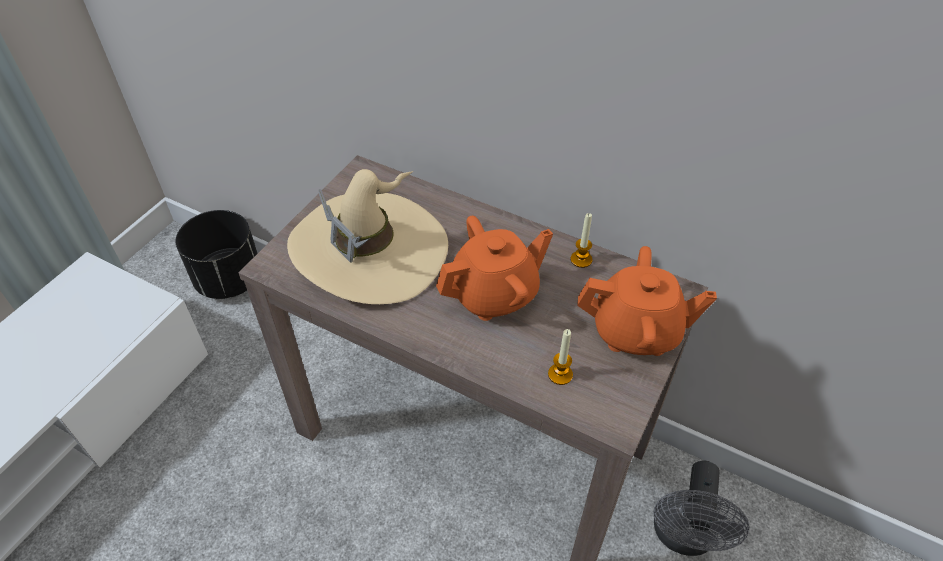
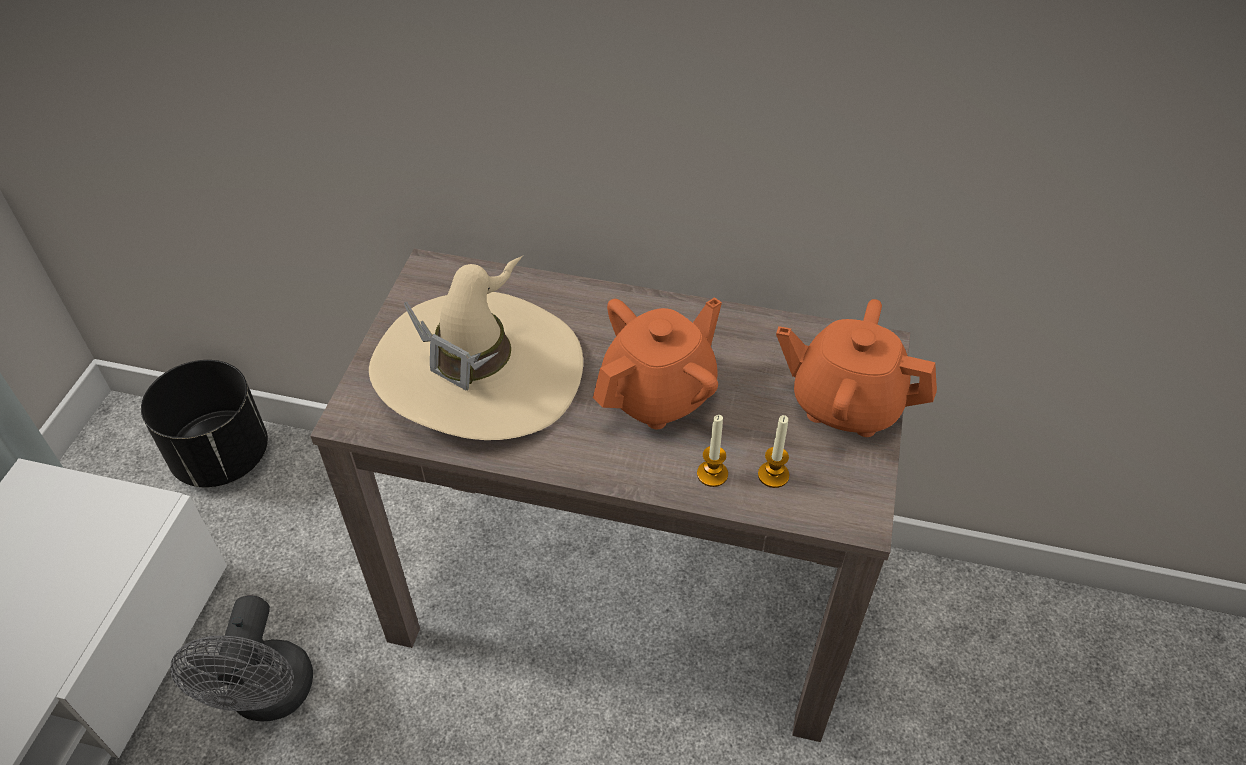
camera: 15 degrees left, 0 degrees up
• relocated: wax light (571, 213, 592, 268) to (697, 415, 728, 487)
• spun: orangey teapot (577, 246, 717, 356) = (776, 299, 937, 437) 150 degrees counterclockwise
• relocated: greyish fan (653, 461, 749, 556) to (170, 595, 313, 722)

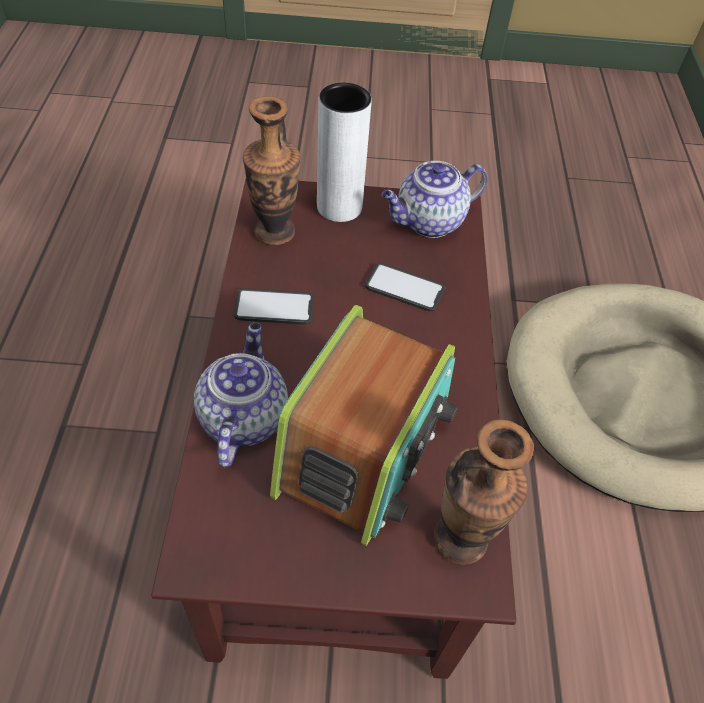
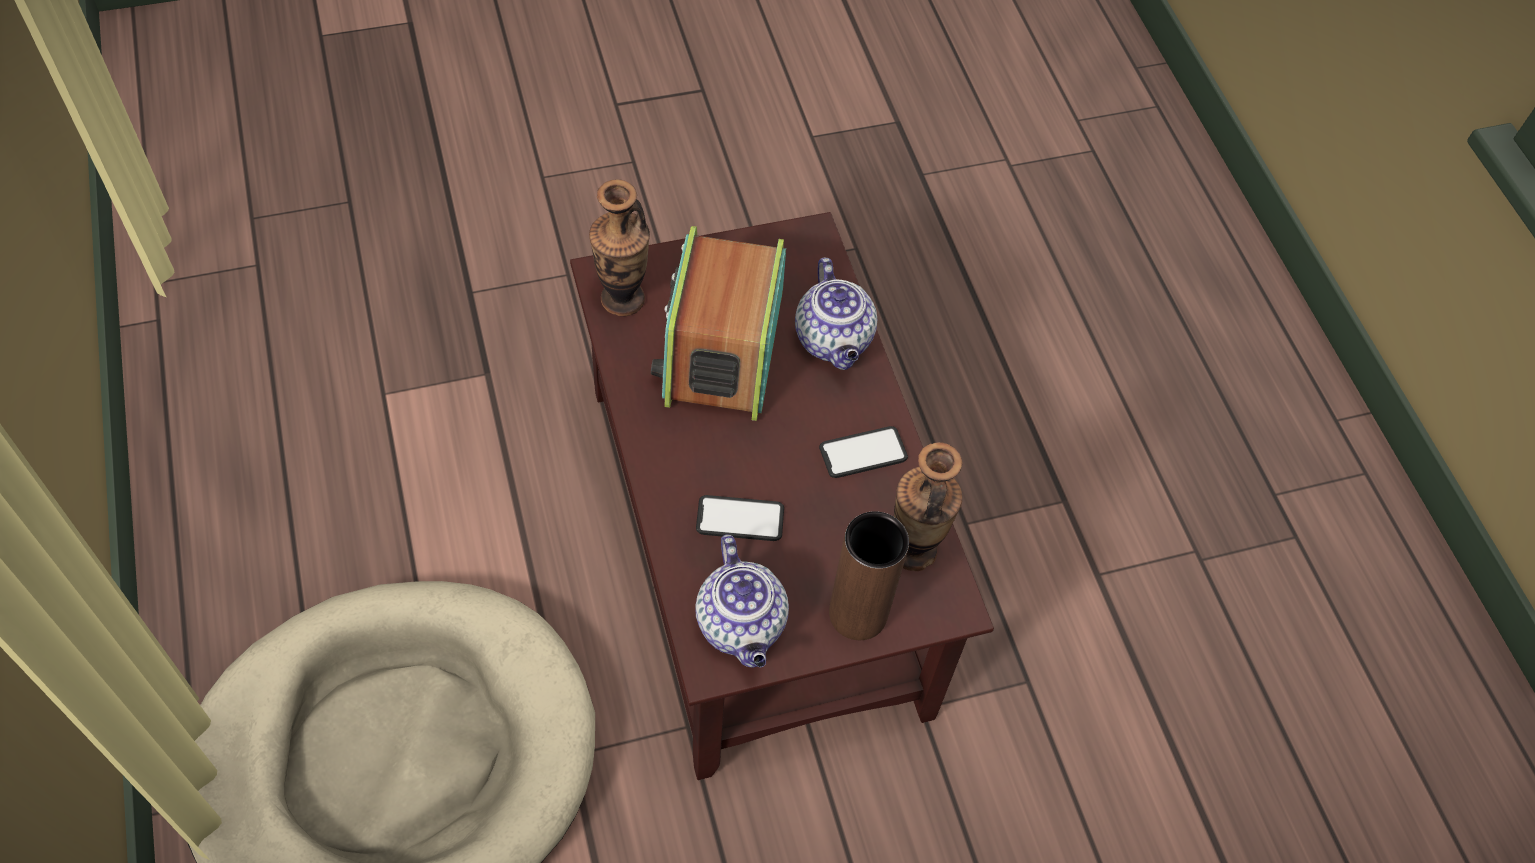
camera: 160 degrees right, 5 degrees up
• colour: white-coloured flower vase (317, 83, 372, 222) to brown flower vase (829, 511, 909, 640)
• spun: teapot (382, 161, 488, 238) = (695, 534, 789, 667) 120 degrees clockwise

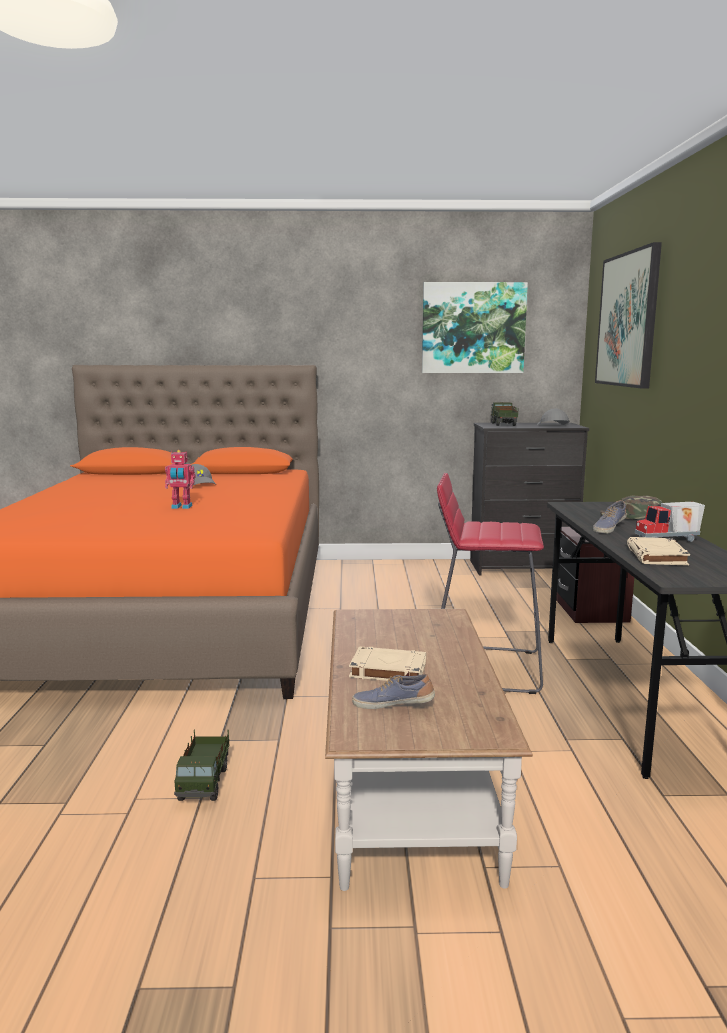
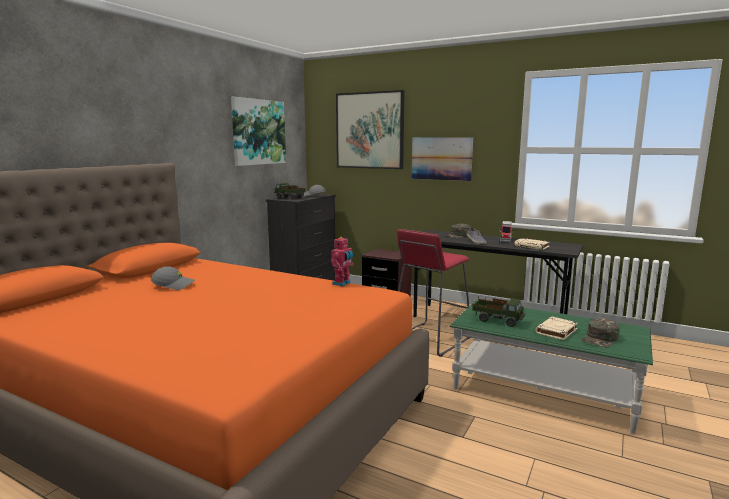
camera: 60 degrees left, 0 degrees up
• relocated: robot figure (165, 450, 195, 509) to (331, 236, 354, 286)
• colour: brown lounge table (325, 609, 533, 891) to greenish lounge table (450, 300, 653, 434)
• exchanged: item of footwear (352, 674, 435, 709) to greenish baseball cap (582, 318, 620, 347)
• relocated: toy lorry (174, 730, 230, 801) to (472, 298, 525, 327)
• appeared: wall picture (412, 137, 473, 181)

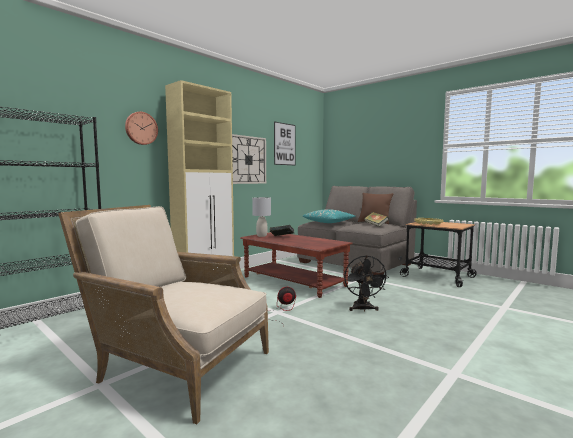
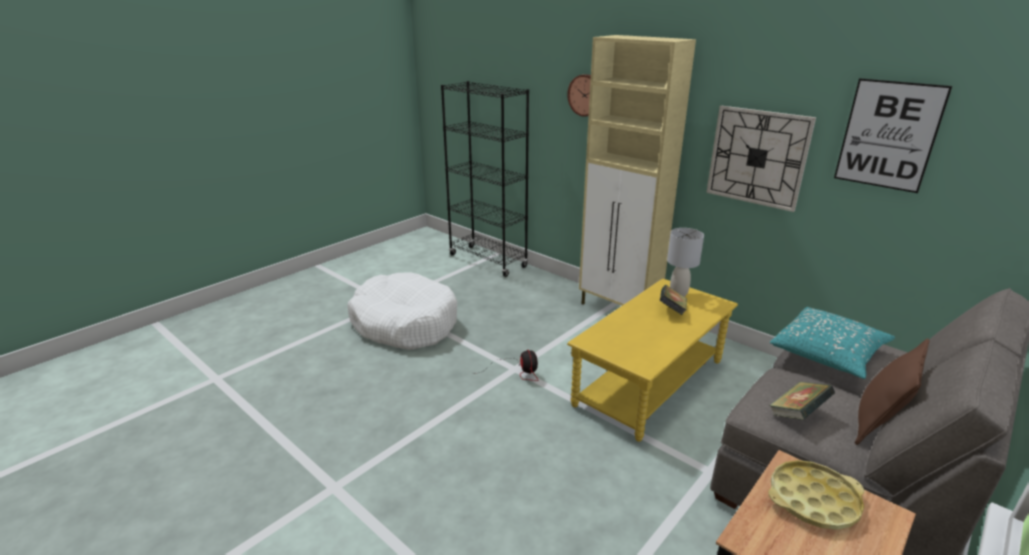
camera: 90 degrees right, 20 degrees up
• exchanged: beige-coloured armchair (58, 205, 269, 424) to white-coloured pet bed (347, 272, 457, 350)
• colour: brown lounge table (240, 232, 352, 298) to yellowish lounge table (567, 279, 738, 442)
• missing: blackish fan (344, 255, 389, 311)

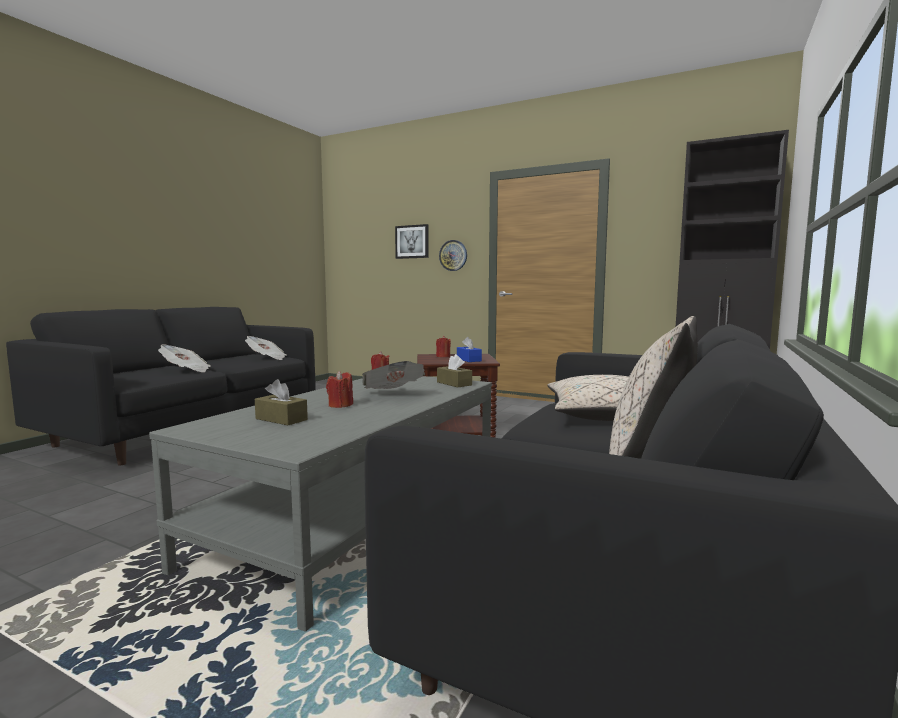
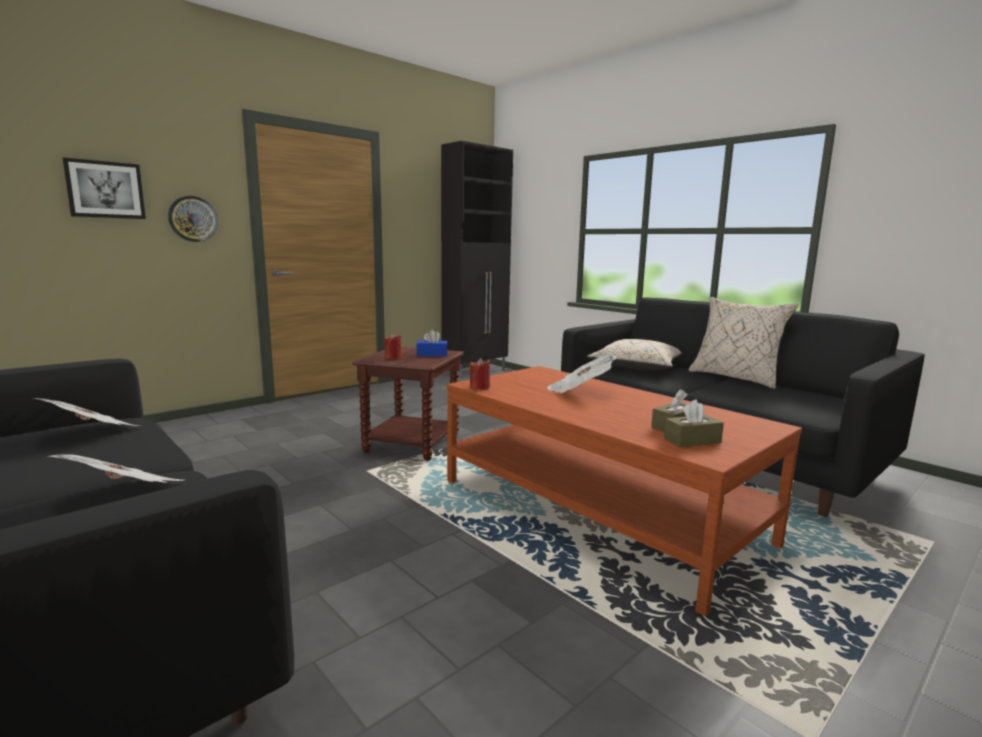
camera: 70 degrees left, 5 degrees up
• relocated: brown tissue holder (437, 354, 472, 388) to (664, 400, 724, 447)
• missing: red-coloured wax light (326, 371, 353, 408)
• colour: greyish lounge table (149, 376, 492, 632) to brown lounge table (447, 366, 802, 616)

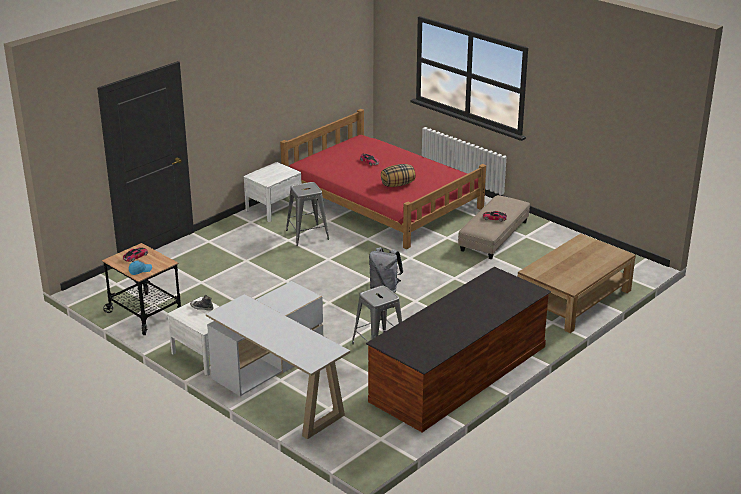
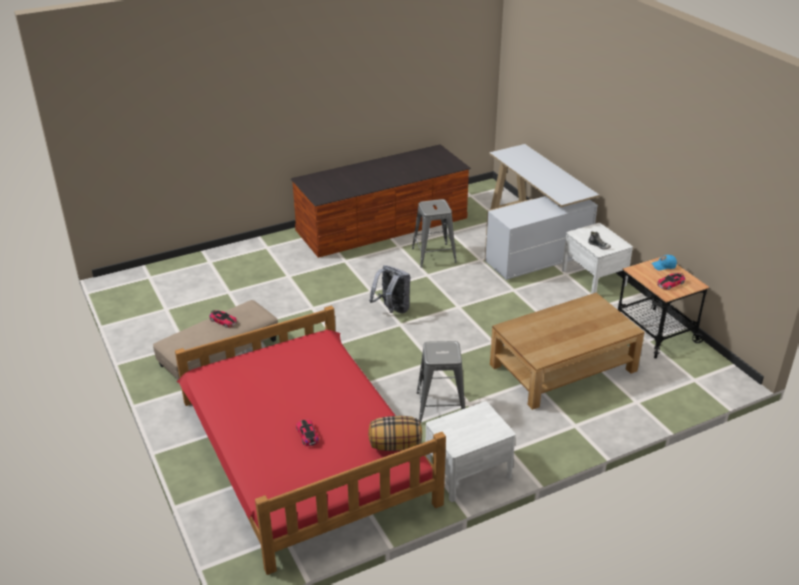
camera: 160 degrees left, 5 degrees up
• relocated: cushion (381, 164, 416, 187) to (368, 416, 422, 451)
• relocated: brown lounge table (518, 234, 636, 333) to (490, 293, 645, 410)

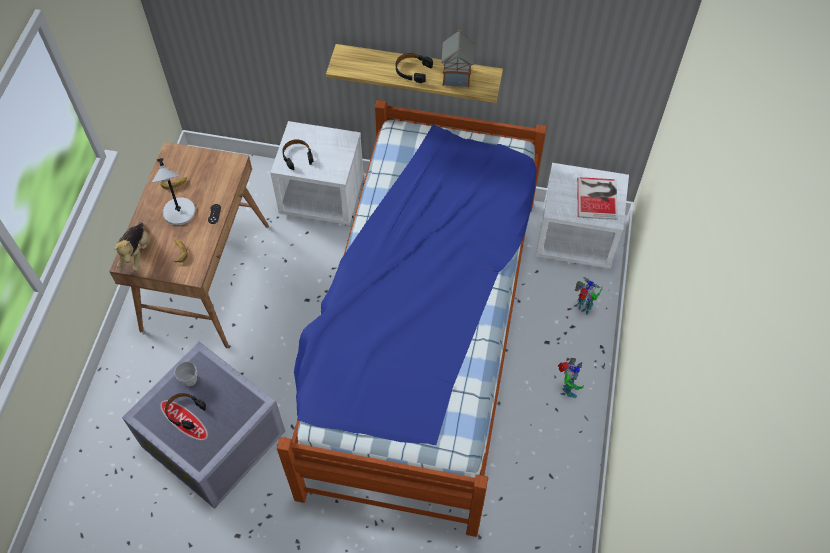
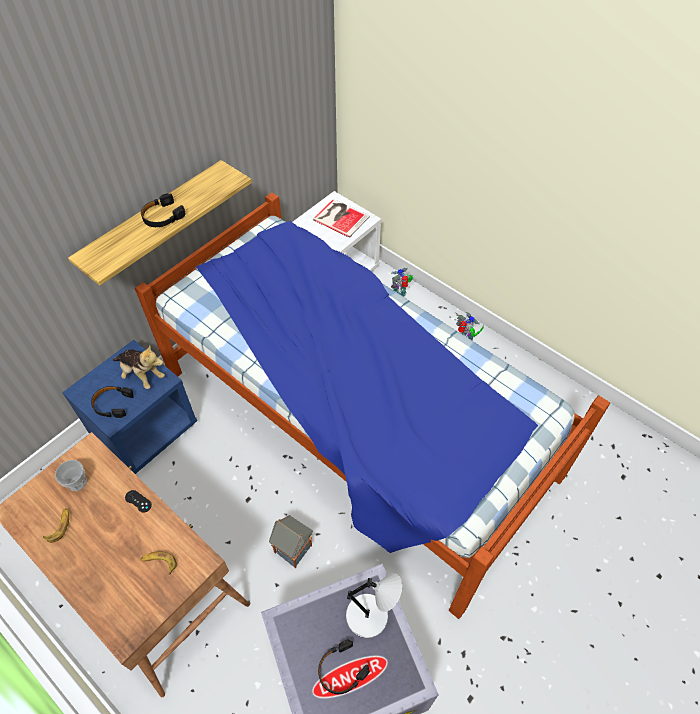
camera: 60 degrees left, 5 degrees down
• relocated: toy house (441, 30, 475, 87) to (269, 515, 313, 568)
• colour: white-coloured night table (270, 121, 364, 225) to blue-coloured night table (62, 340, 197, 474)
• relocated: greyish tabletop lamp (152, 158, 196, 225) to (346, 573, 402, 638)
• relocated: soft toy (114, 222, 148, 271) to (113, 345, 165, 389)
• relocated: drinking cup (174, 361, 197, 387) to (55, 460, 87, 491)

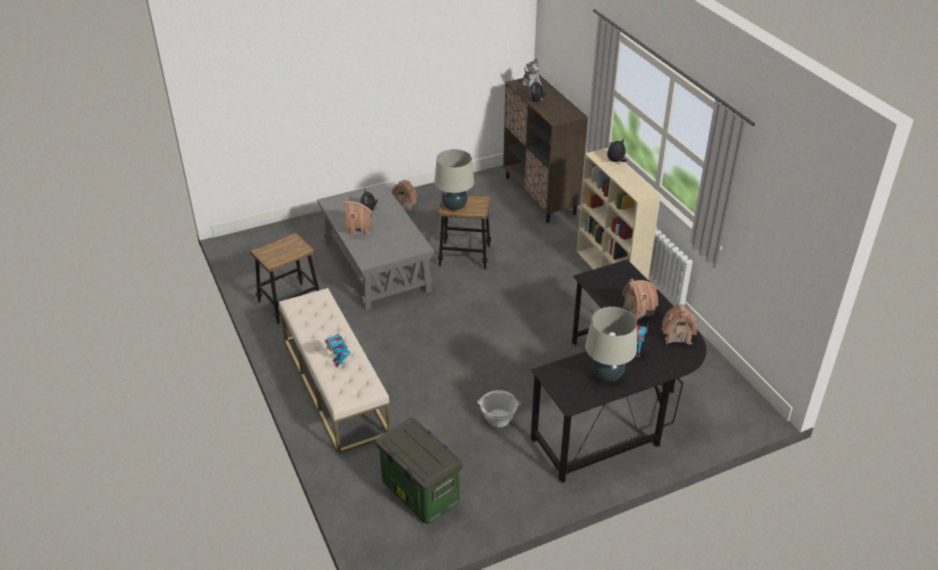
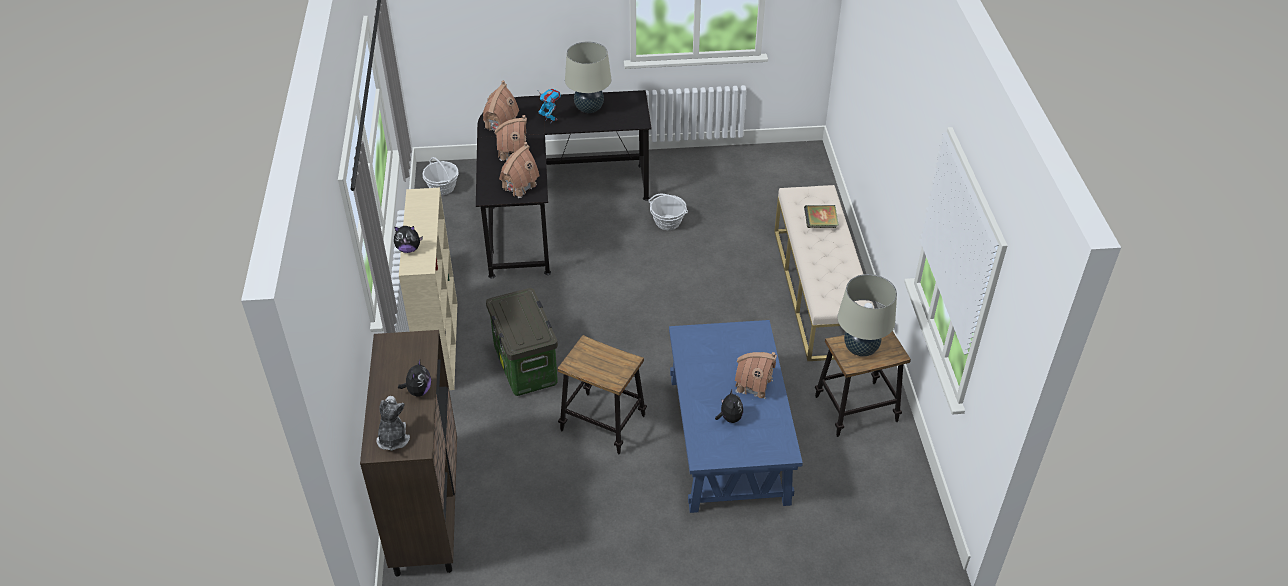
camera: 160 degrees left, 5 degrees up
• relocated: beige-coloured tabletop lamp (434, 149, 474, 210) to (838, 274, 897, 356)
• relocated: toy house (392, 180, 417, 211) to (499, 142, 539, 198)
• colour: greyish lounge table (317, 183, 434, 311) to blue-coloured lounge table (669, 320, 803, 513)
• exchanged: robot figure (324, 328, 351, 367) to volume (804, 205, 839, 228)
• relocated: storage container (376, 418, 462, 524) to (486, 288, 558, 396)
• appeared: basket (423, 157, 459, 195)

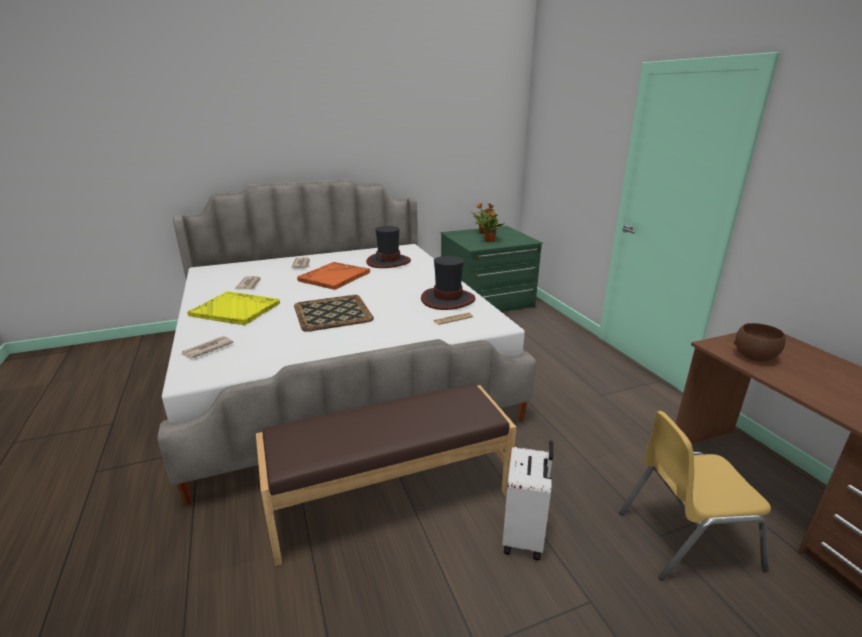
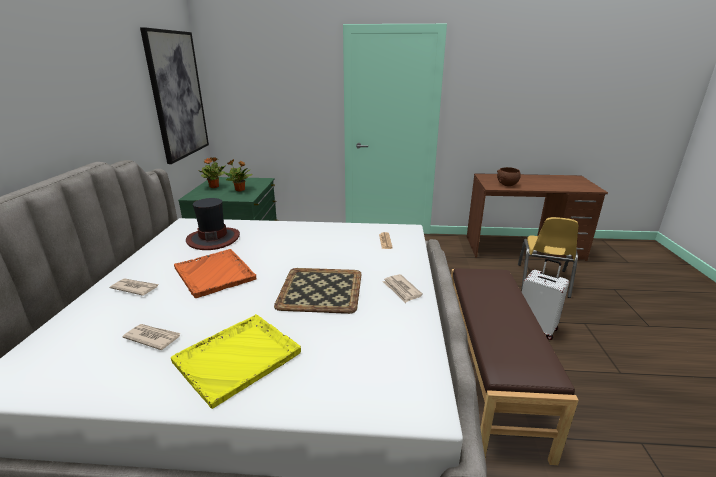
camera: 65 degrees left, 0 degrees up
• missing: clothing hat (421, 256, 475, 310)
• relocated: printed paper (181, 336, 233, 359) to (382, 274, 423, 303)
• appeared: wall picture (140, 27, 209, 164)

